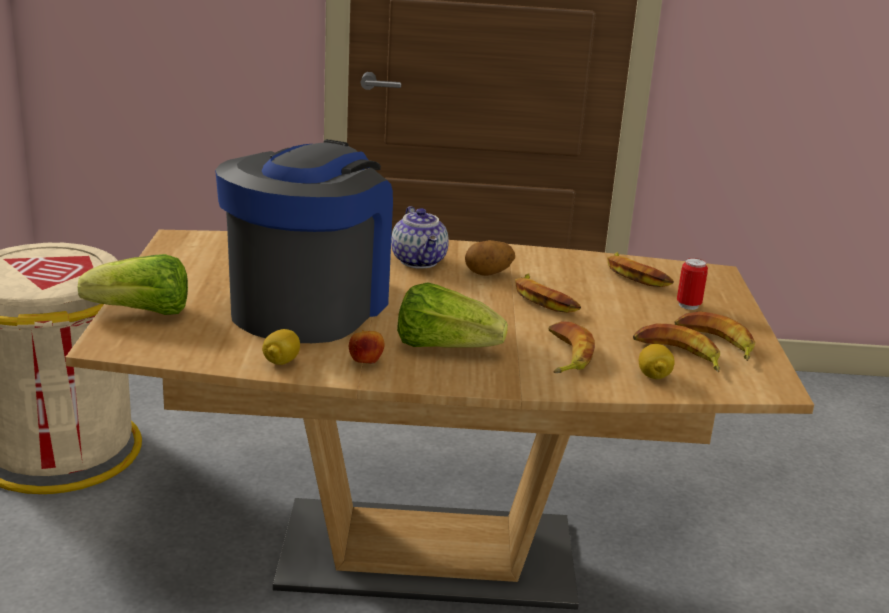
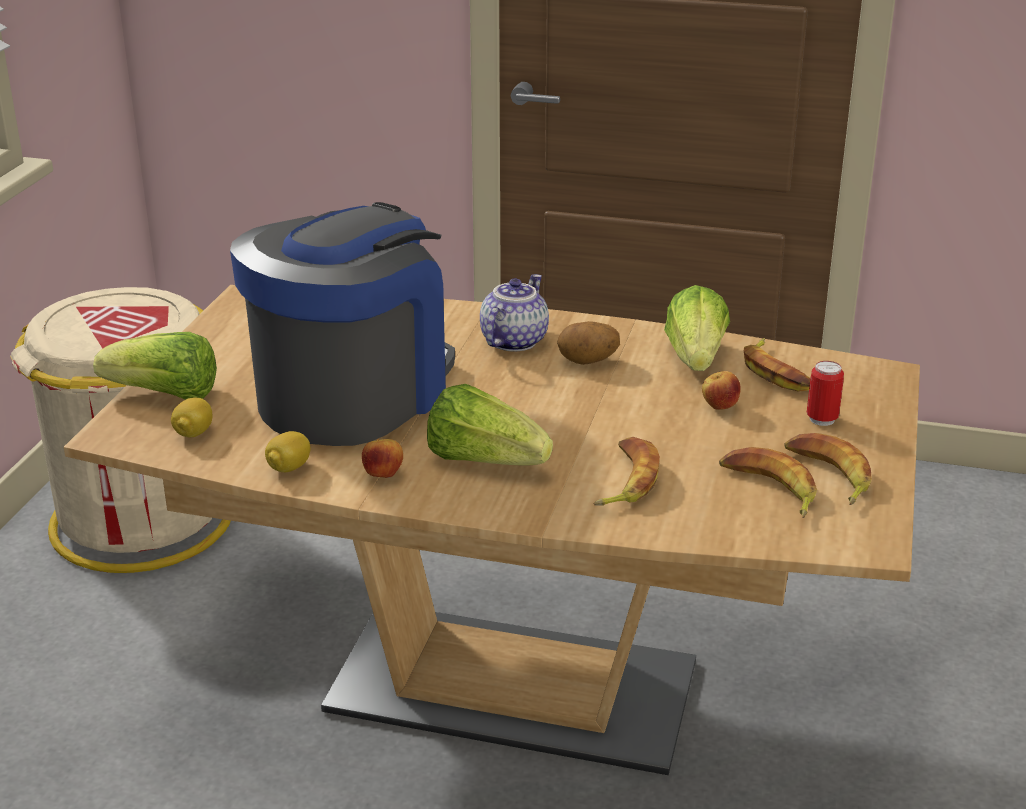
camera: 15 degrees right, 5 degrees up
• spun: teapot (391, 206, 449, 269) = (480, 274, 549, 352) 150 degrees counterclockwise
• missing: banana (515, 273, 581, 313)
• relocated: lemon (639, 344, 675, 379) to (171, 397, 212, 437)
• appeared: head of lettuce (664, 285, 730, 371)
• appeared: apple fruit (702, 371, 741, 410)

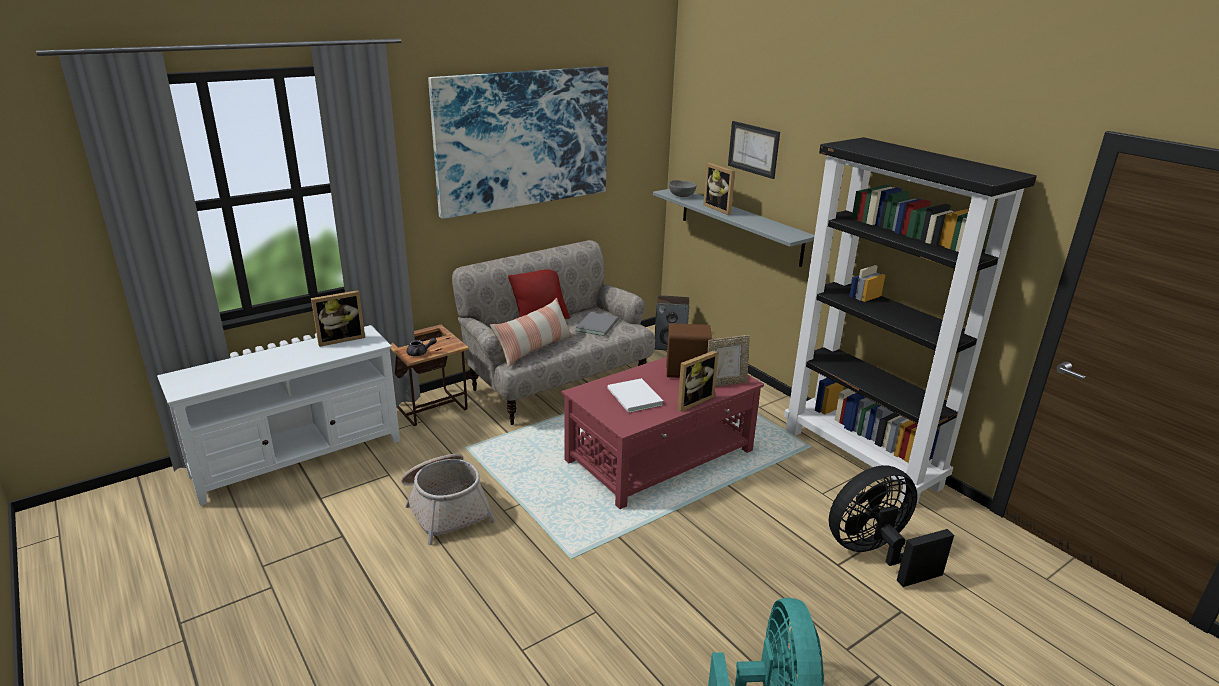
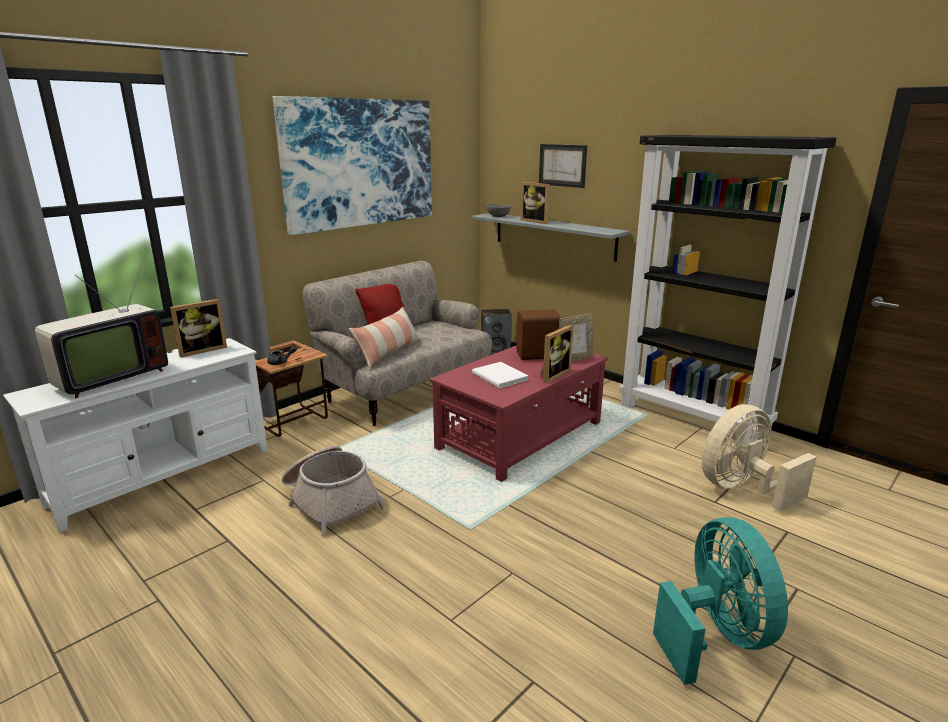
camera: 10 degrees left, 5 degrees down
• missing: greyish volume (575, 312, 619, 336)
• colour: blackish fan (829, 465, 954, 587) to beige-coloured fan (702, 404, 817, 511)
• appeared: TV set (35, 259, 168, 398)

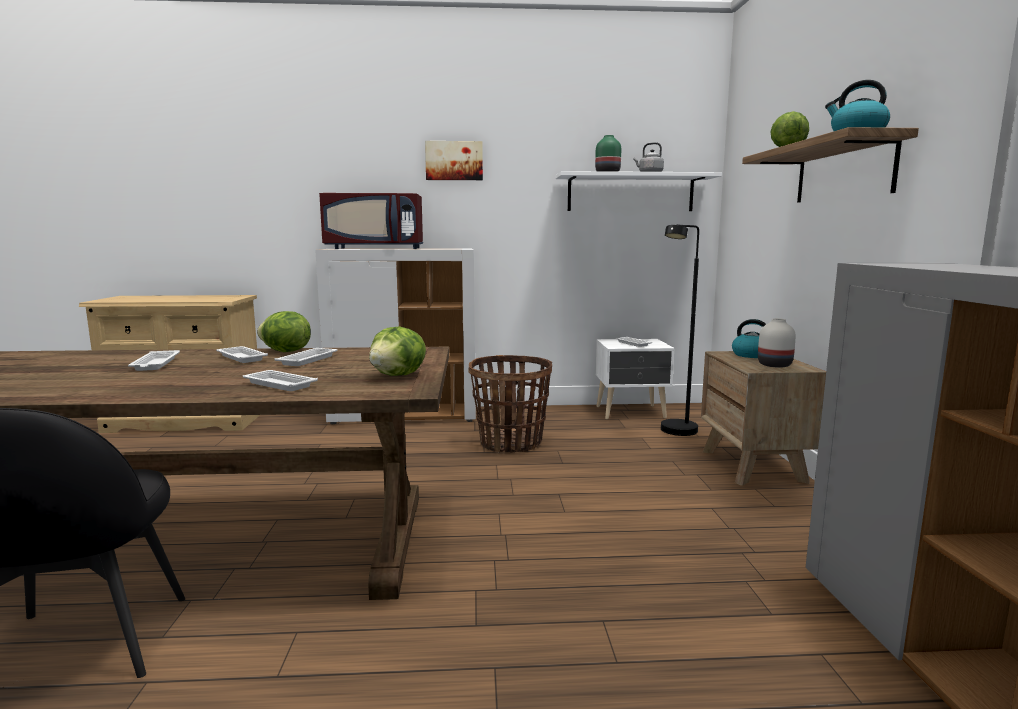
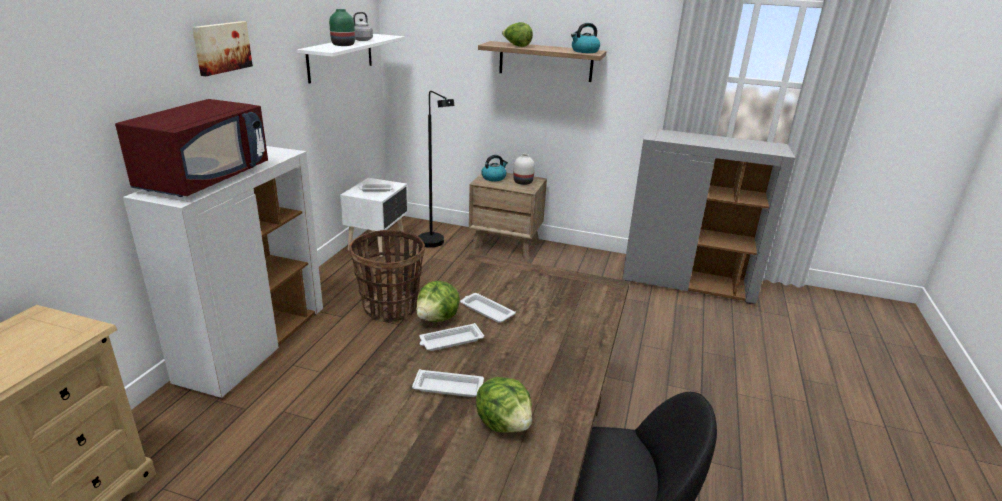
camera: 70 degrees left, 15 degrees up
• relocated: head of lettuce (369, 327, 426, 376) to (476, 377, 532, 433)
• missing: white-coloured carrying tray (243, 370, 318, 391)

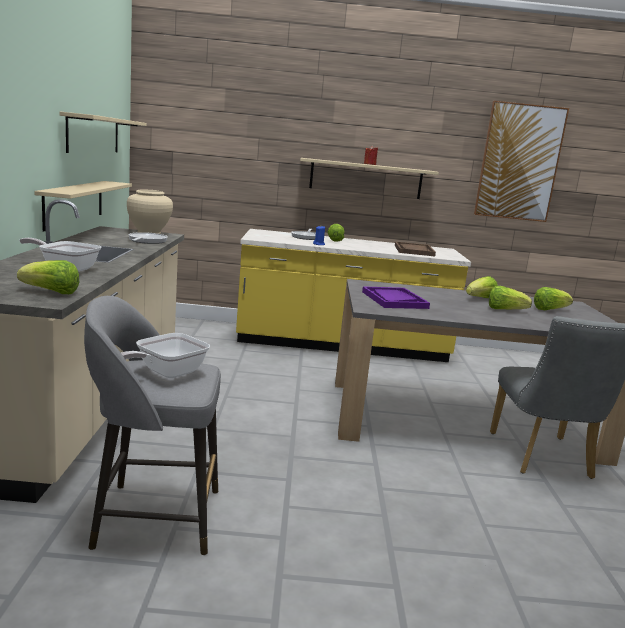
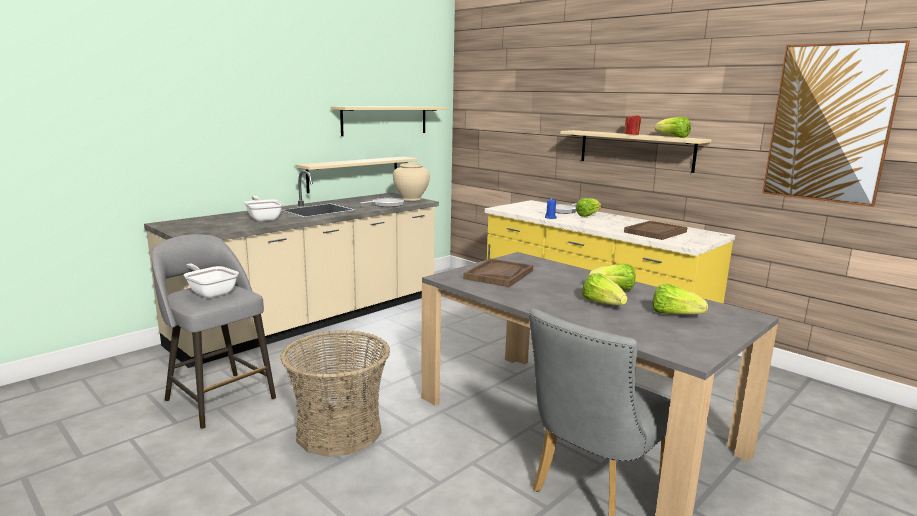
camera: 45 degrees right, 0 degrees up
• relocated: head of lettuce (17, 260, 79, 294) to (655, 116, 691, 138)
• colour: purple-coloured carrying tray (362, 286, 430, 309) to brown carrying tray (463, 258, 533, 287)
• spun: pan (121, 333, 210, 378) = (184, 263, 239, 298) 45 degrees clockwise
• appeared: basket (280, 330, 390, 457)

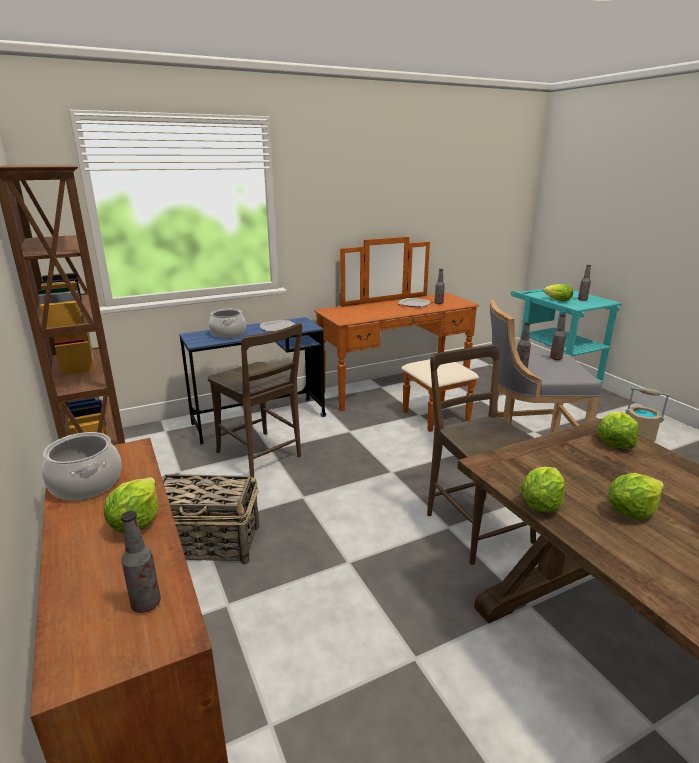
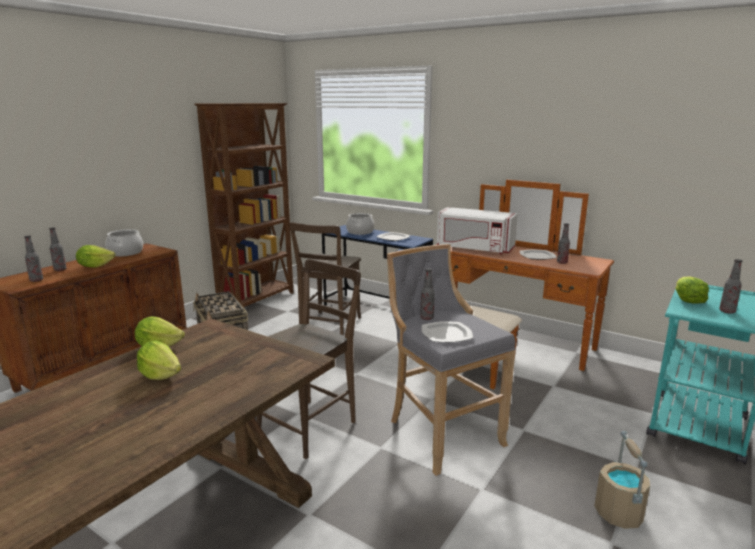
camera: 60 degrees right, 5 degrees down
• relocated: drink bottle (550, 314, 566, 360) to (49, 227, 67, 271)
• missing: head of lettuce (598, 411, 639, 449)
• appeared: white-coloured microwave (437, 207, 518, 254)
• appeared: dinner plate (422, 321, 473, 342)

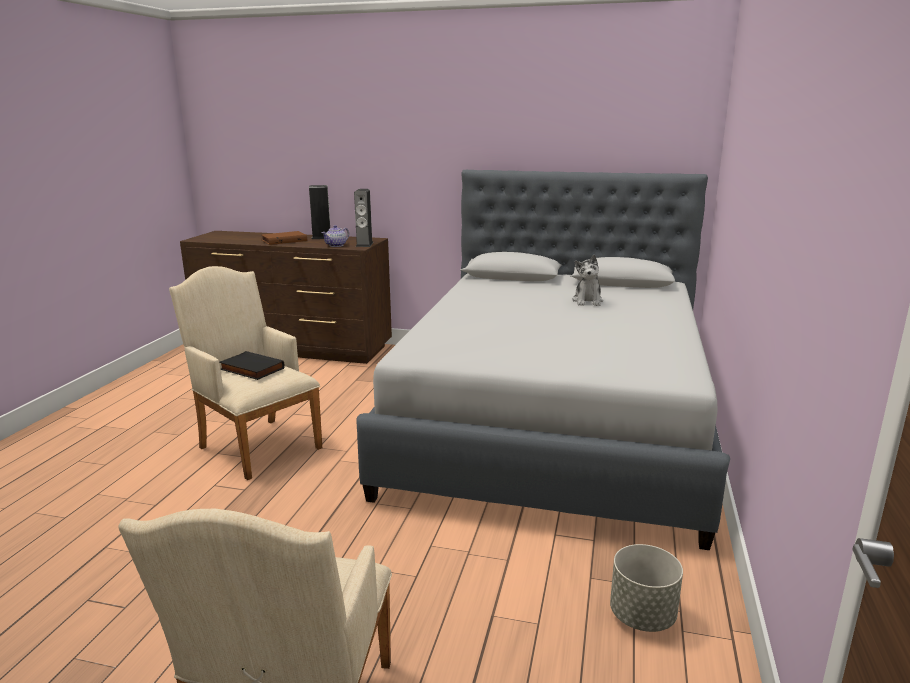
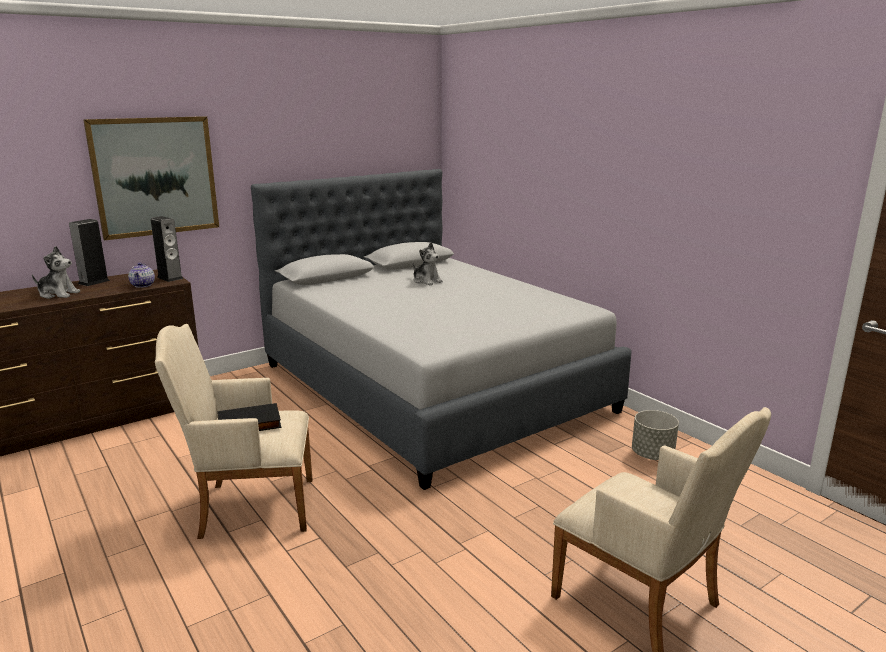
camera: 50 degrees left, 0 degrees up
• exchanged: brown volume (262, 231, 307, 245) to soft toy (32, 246, 80, 299)
• appeared: wall picture (83, 116, 219, 240)

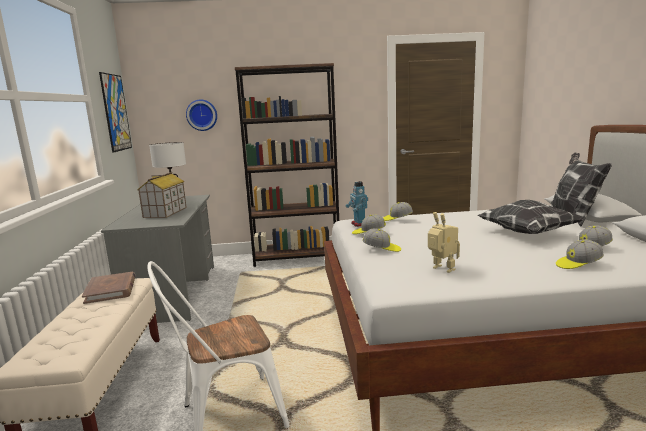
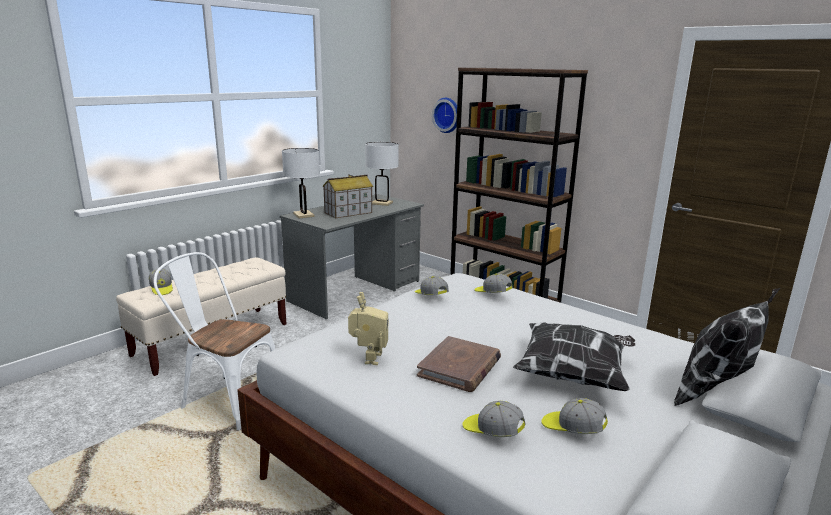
camera: 45 degrees right, 5 degrees up
• missing: wall picture (99, 72, 132, 153)
• missing: robot figure (346, 181, 368, 227)
• relocated: baseball cap (363, 228, 401, 252) to (149, 269, 173, 295)
• relocated: brown volume (82, 272, 136, 304) to (417, 336, 501, 392)
• appeared: white-coloured tabletop lamp (282, 148, 320, 218)

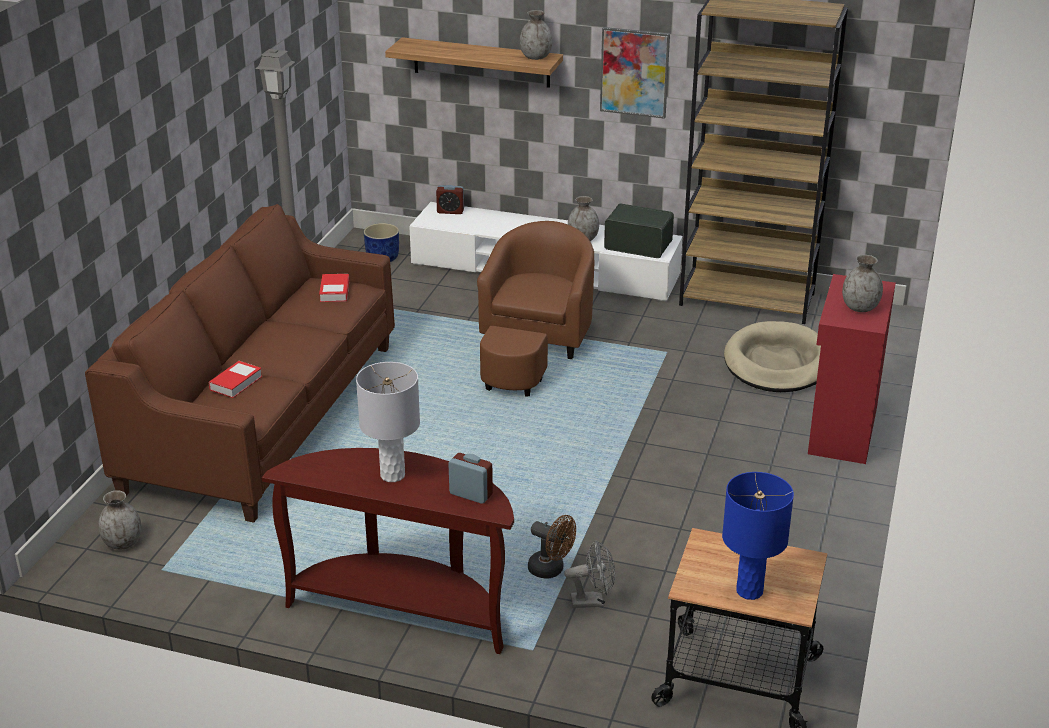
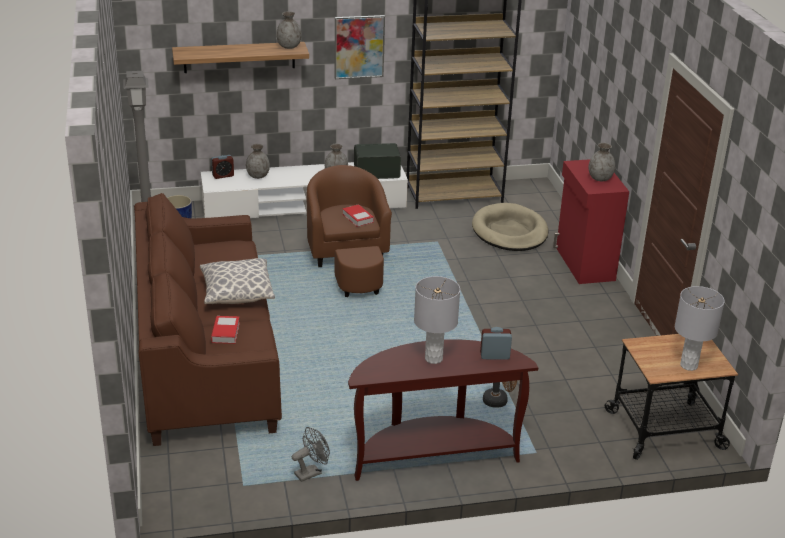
camera: 30 degrees left, 0 degrees up
• relocated: volume (319, 274, 349, 302) to (343, 204, 374, 227)
• colour: blue-coloured tabletop lamp (722, 472, 794, 600) to greyish tabletop lamp (675, 286, 725, 371)
• relocated: greyish flower vase (98, 490, 142, 550) to (246, 144, 270, 179)
• relocated: greyish fan (564, 540, 615, 608) to (292, 427, 330, 482)
• appeared: cushion (200, 258, 275, 304)

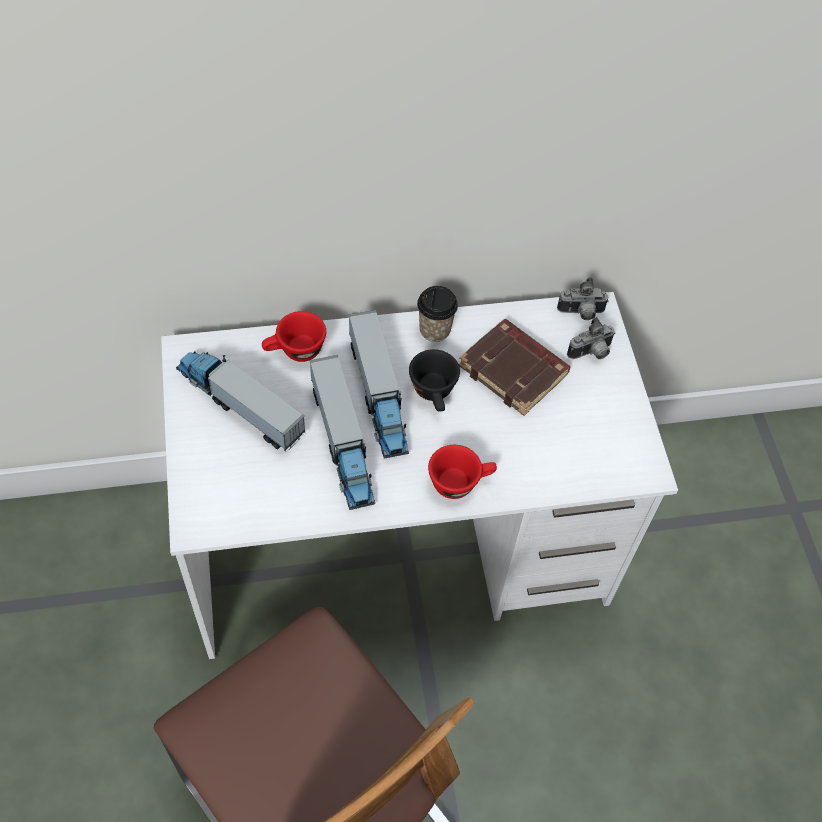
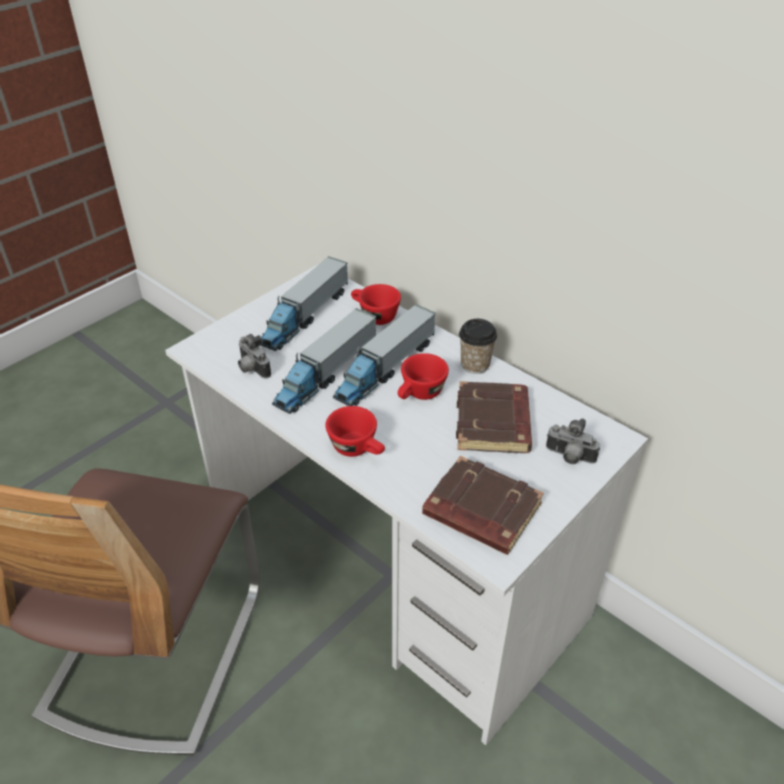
camera: 55 degrees right, 15 degrees down
• relocated: still camera (557, 277, 609, 320) to (238, 334, 271, 378)
• colour: blackish drinking cup (409, 349, 460, 411) to red-coloured drinking cup (398, 353, 449, 400)
• spun: toy lorry (176, 351, 305, 451) = (261, 256, 348, 351) 150 degrees counterclockwise
• appeared: brown volume (422, 456, 544, 555)

